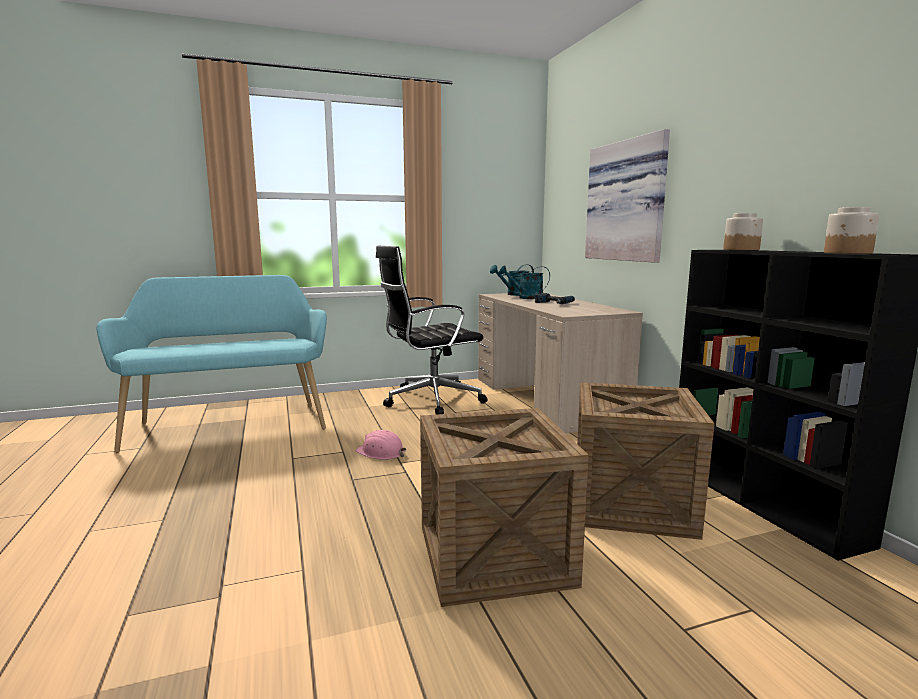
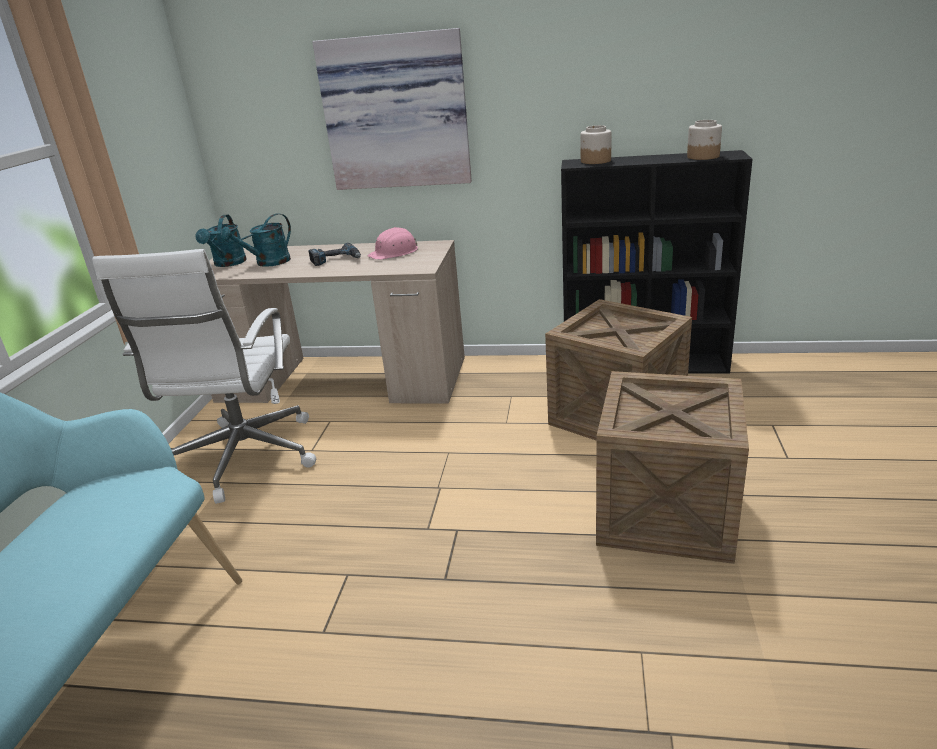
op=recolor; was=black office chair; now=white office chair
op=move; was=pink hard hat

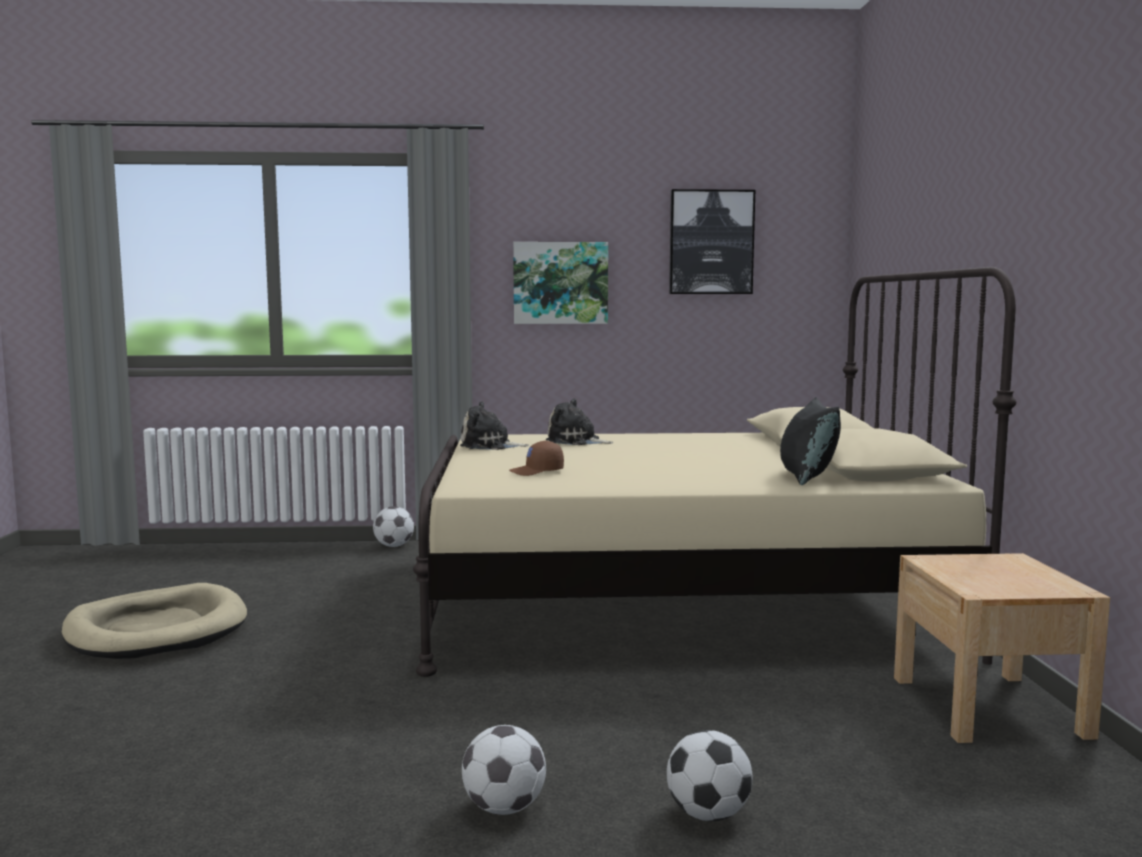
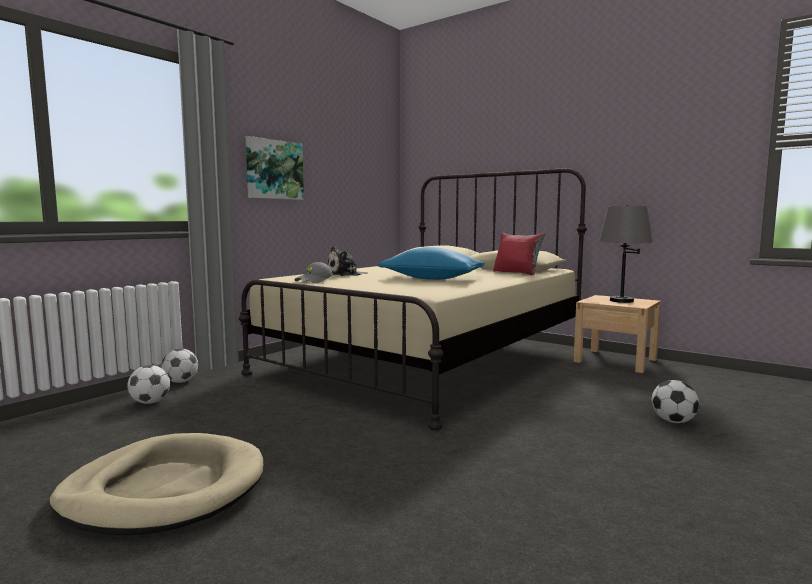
op=delete; was=picture (2nd from left)
op=recolor; was=black pillow; now=red pillow
op=replace; was=plush toy (1st from left); now=grey cap
op=delete; was=brown cap
op=move; was=football (2nd from left in the first image); now=football (1st from left)
op=insert; now=grey table lamp
op=insert; now=blue pillow

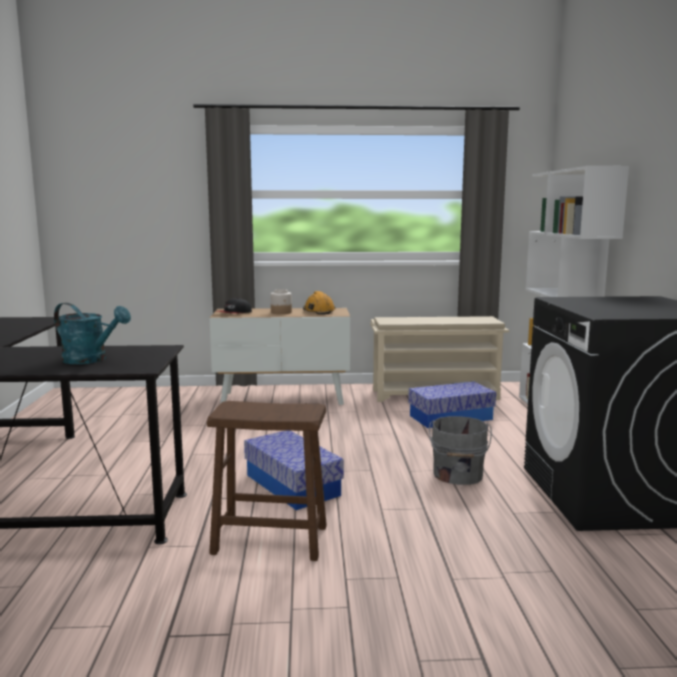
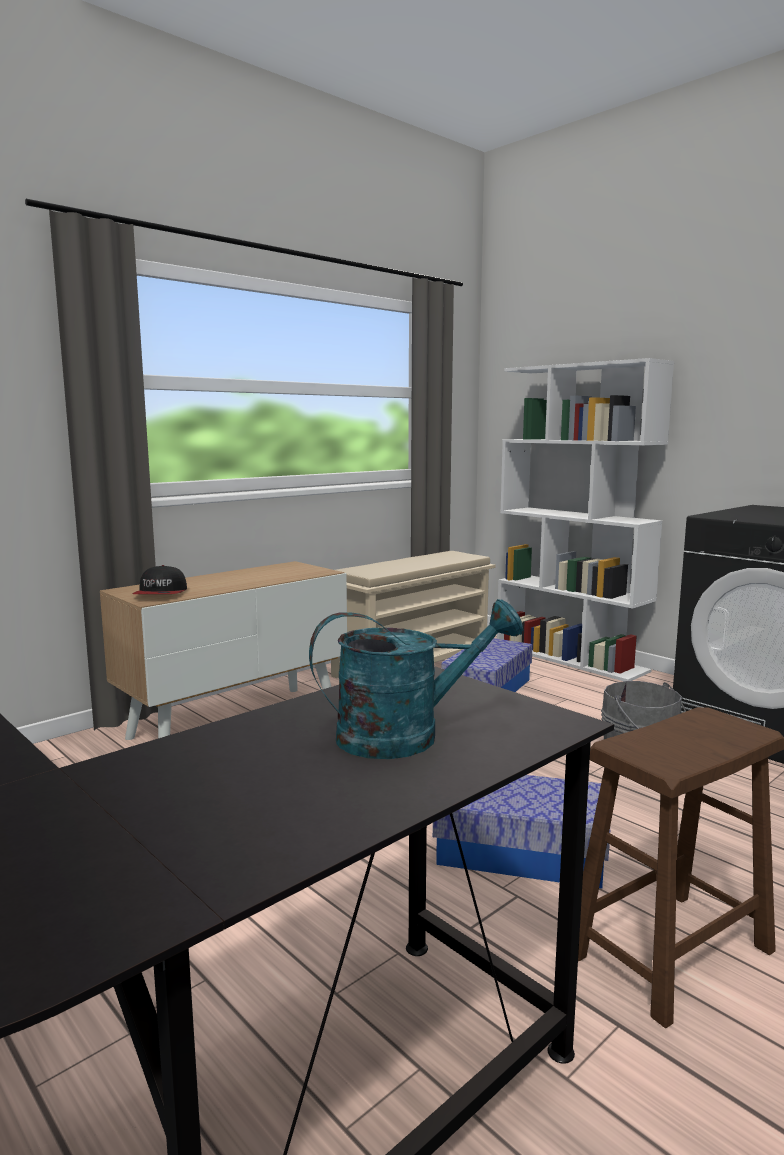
op=delete; was=jar
op=delete; was=orange hard hat

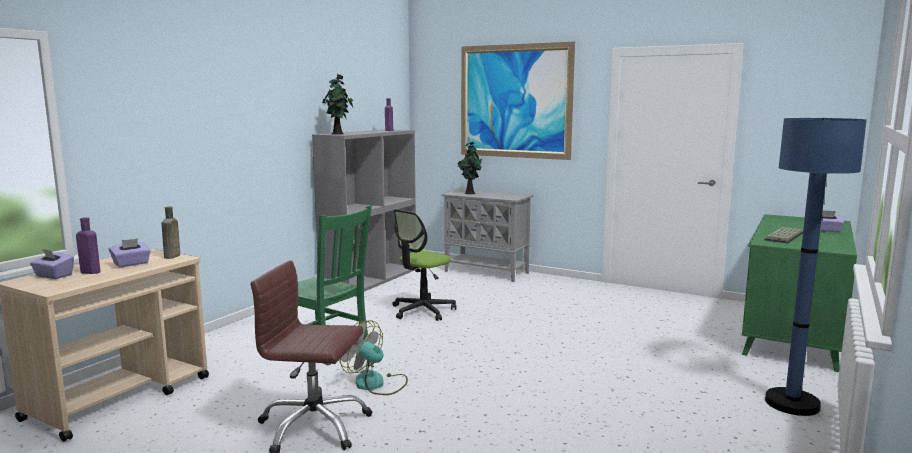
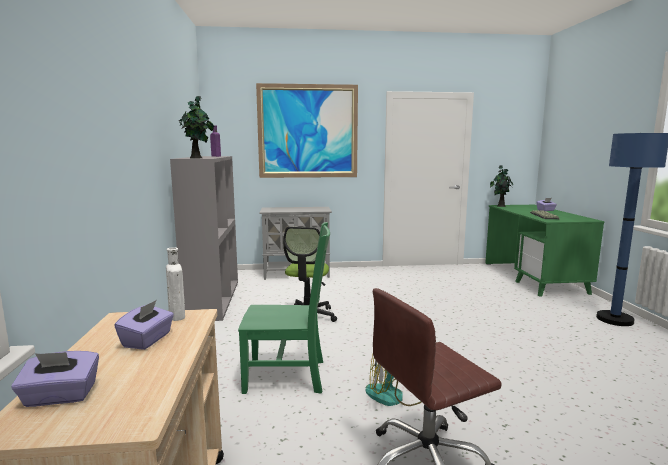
op=move; was=potted plant (2nd from left)
op=recolor; was=brown bottle; now=white bottle
op=delete; was=purple bottle (1st from left)

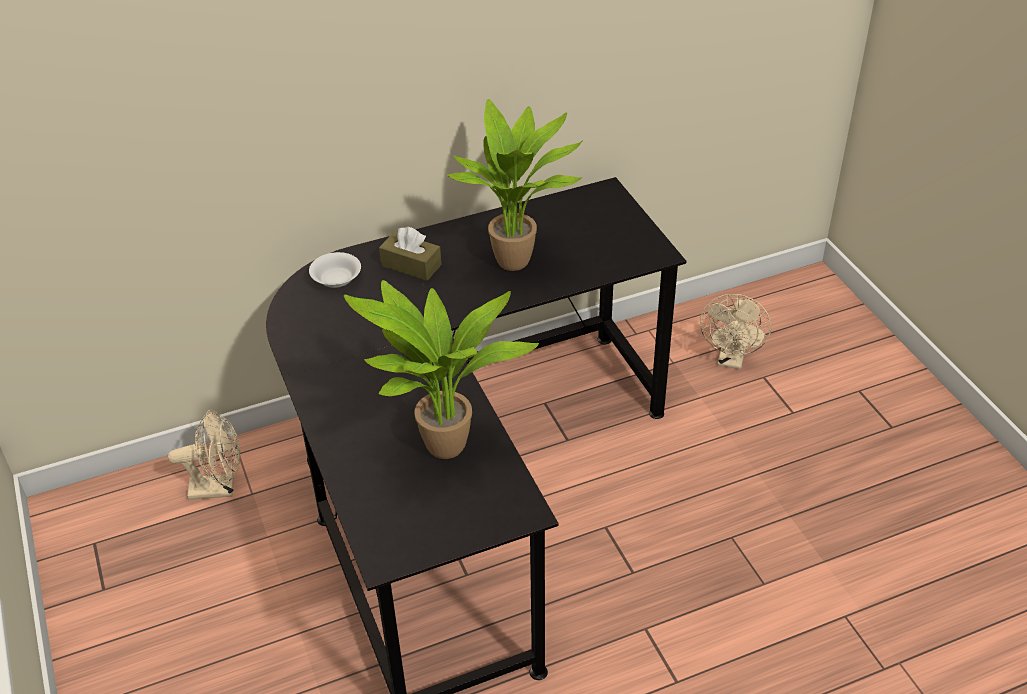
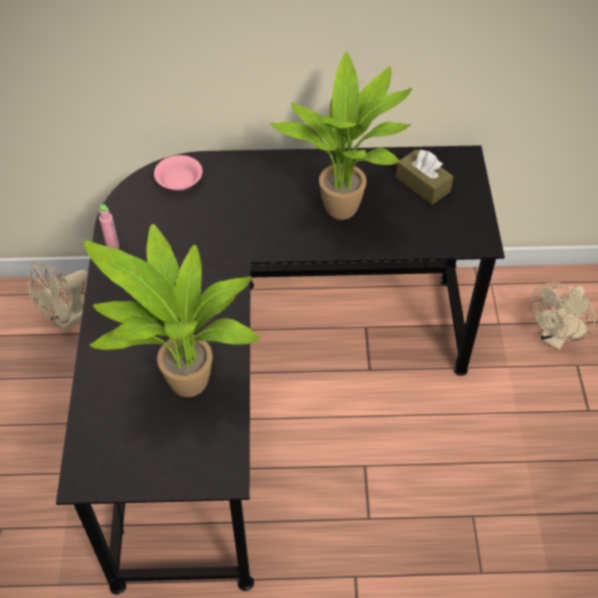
op=move; was=brown tissue box
op=recolor; was=white bowl; now=pink bowl
op=rotate; was=beige fan (1st from left); clockwise=120
op=insert; now=pink bottle

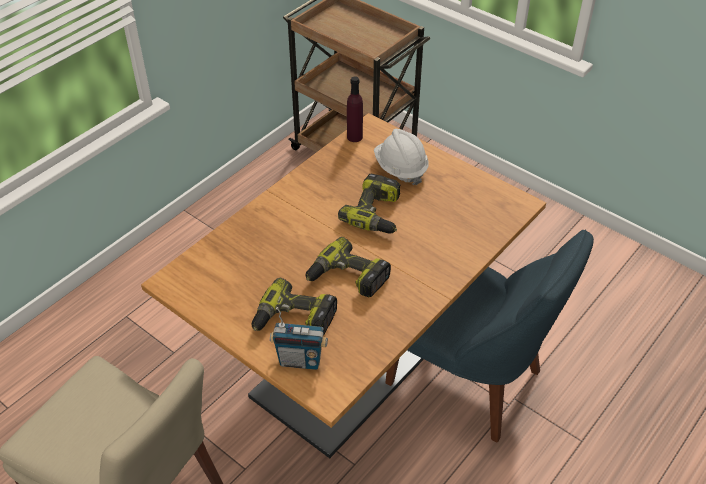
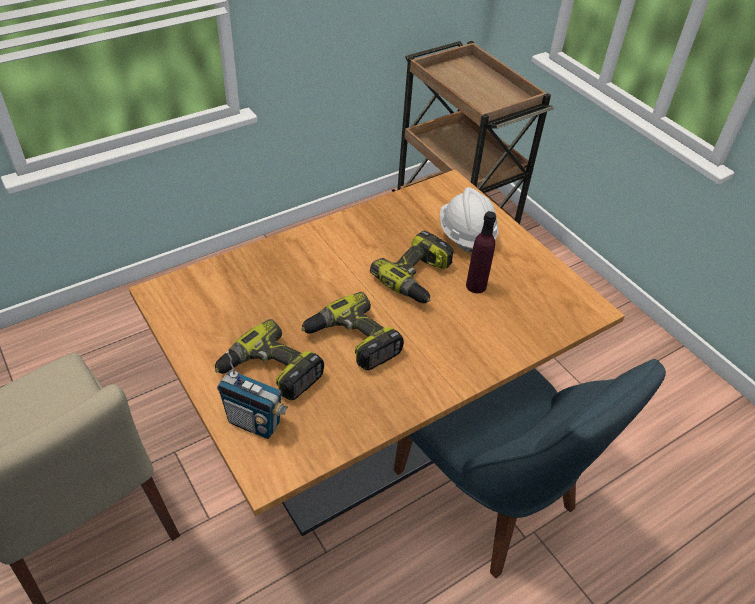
op=move; was=purple bottle

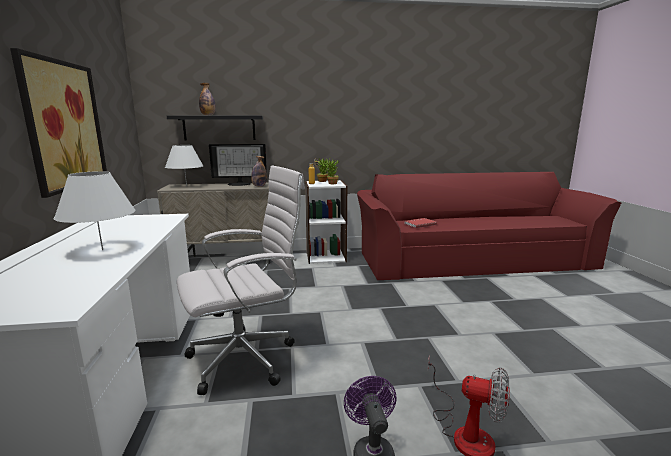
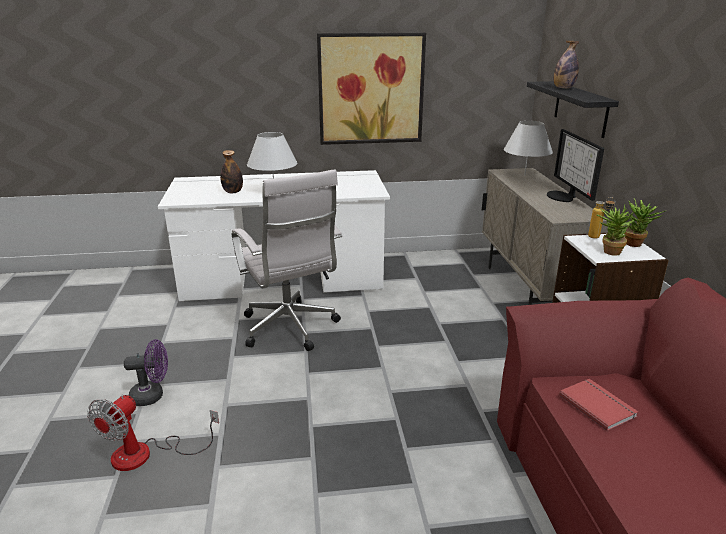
op=move; was=bottle (2nd from left in the first image); now=bottle (1st from left)

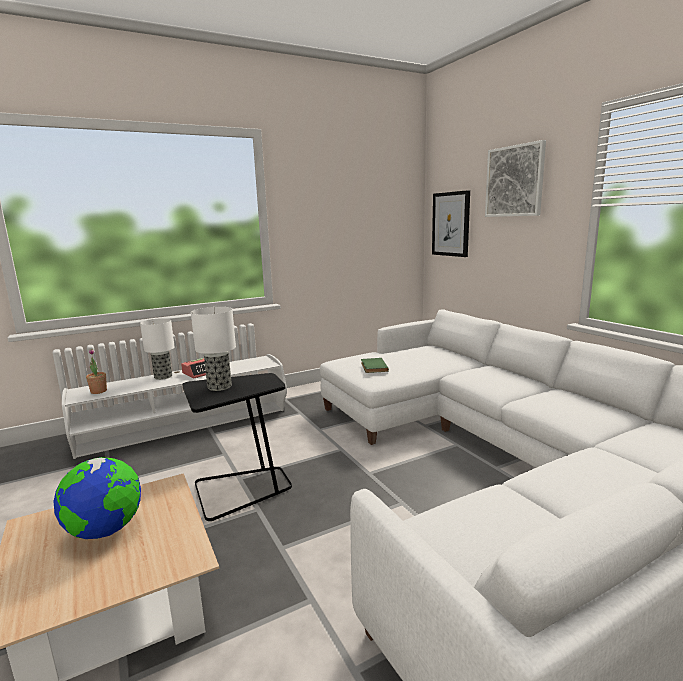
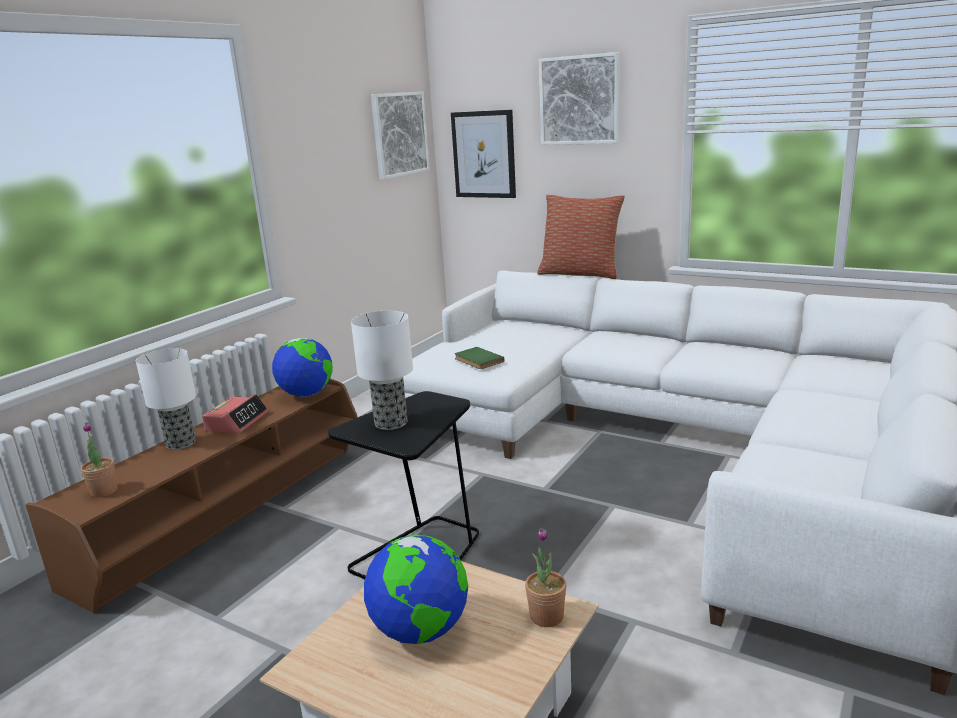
op=recolor; was=white tv stand; now=brown tv stand
op=insert; now=picture (1st from left)
op=insert; now=pillow
op=insert; now=globe (1st from left)
op=insert; now=potted plant (2nd from left)

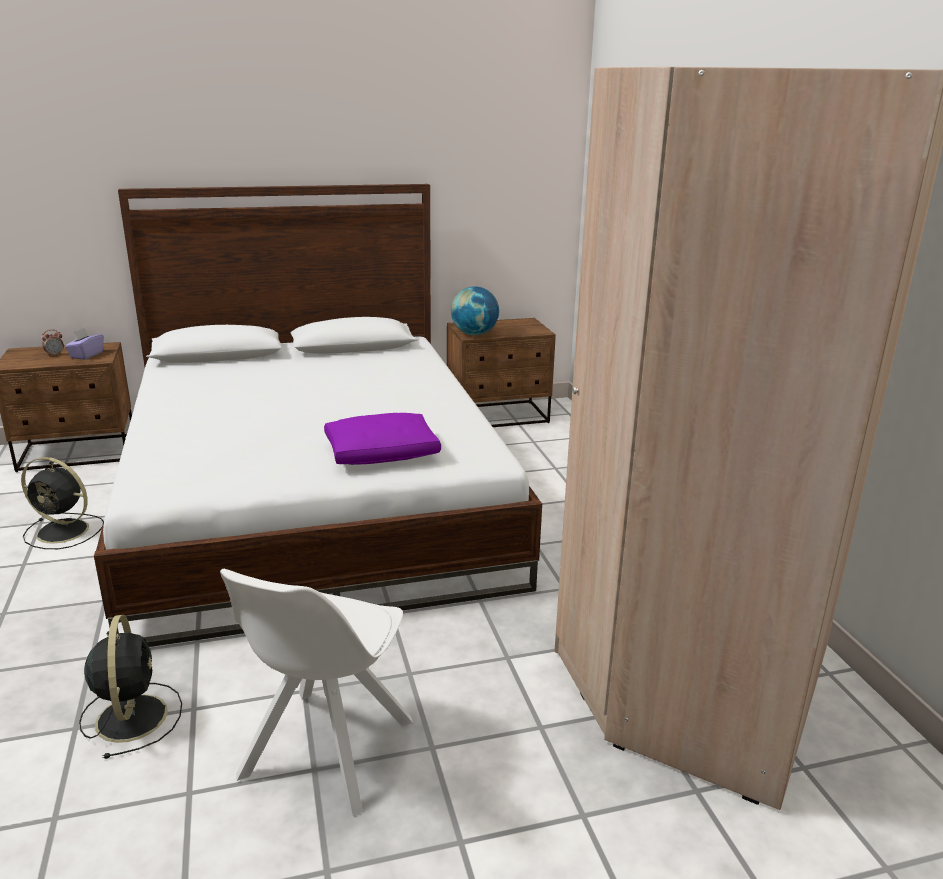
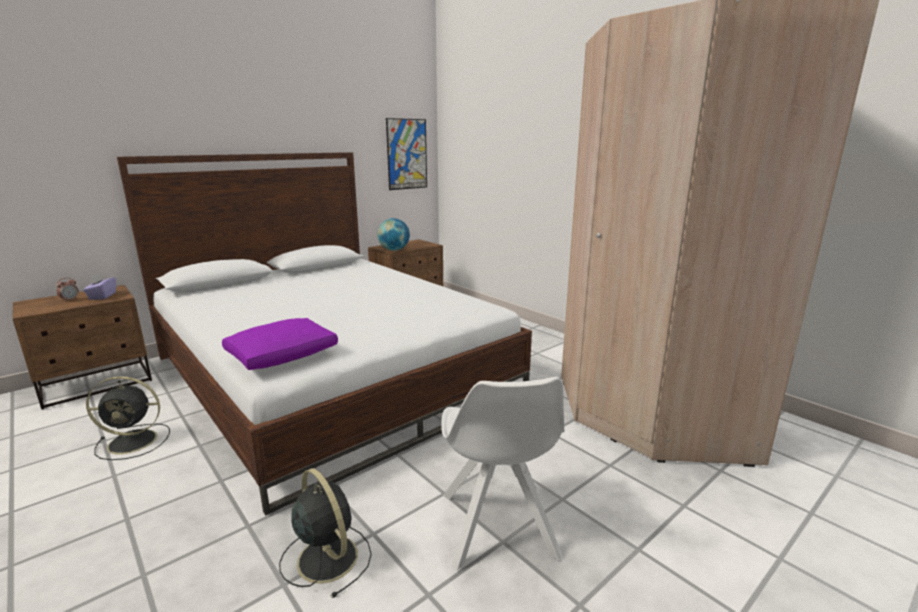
op=move; was=purple pillow
op=insert; now=picture

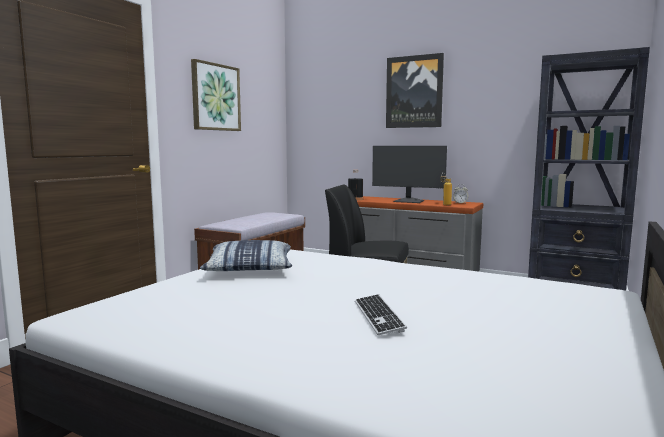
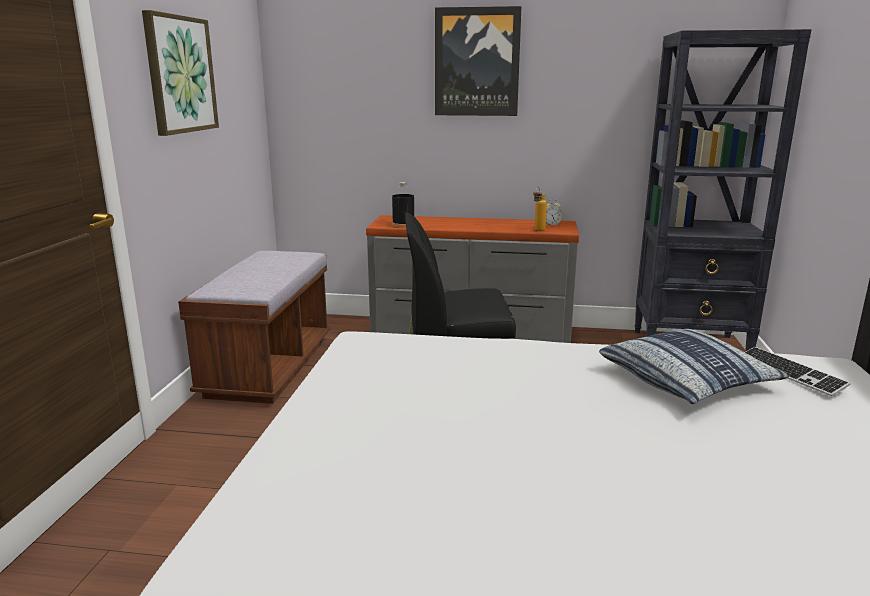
op=delete; was=monitor
op=move; was=pillow
op=move; was=keyboard

